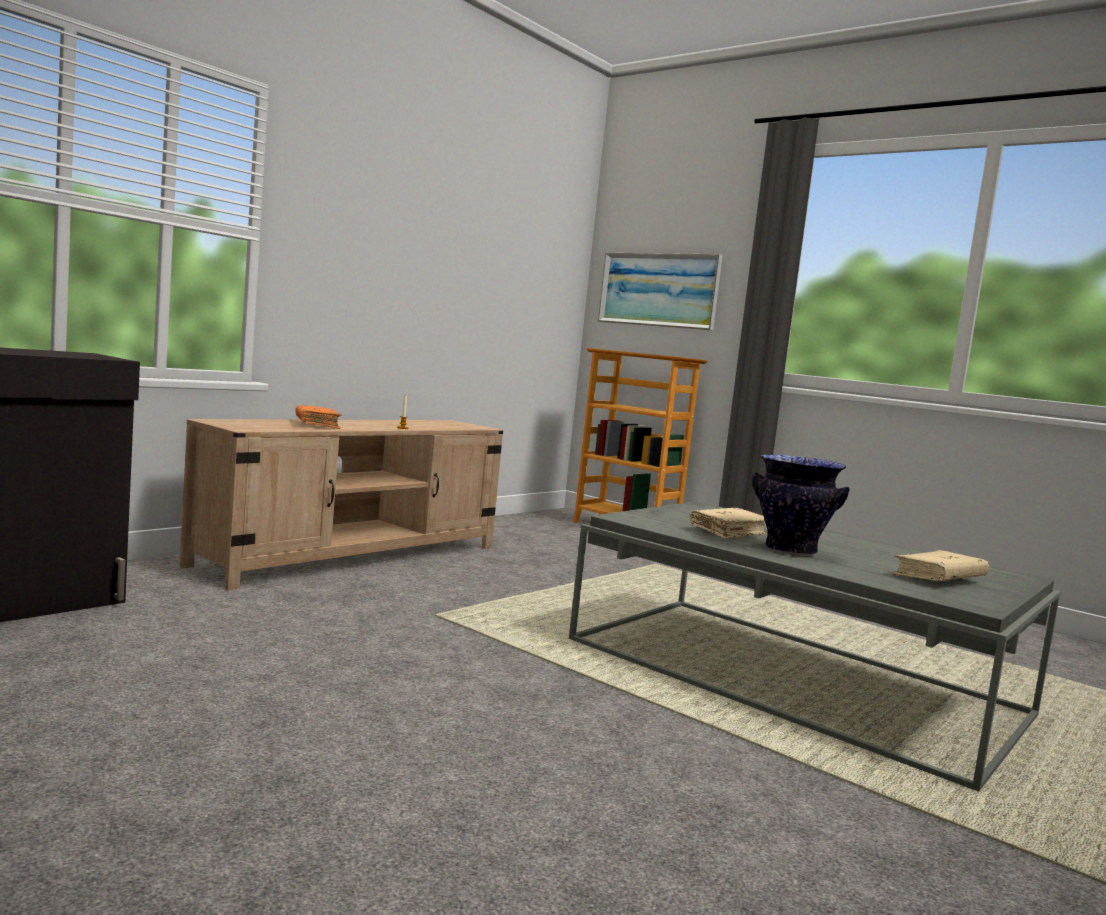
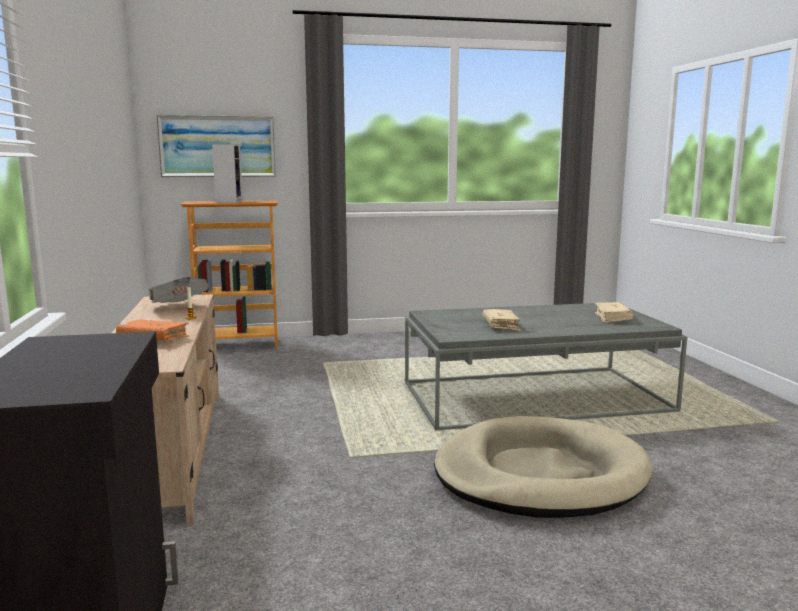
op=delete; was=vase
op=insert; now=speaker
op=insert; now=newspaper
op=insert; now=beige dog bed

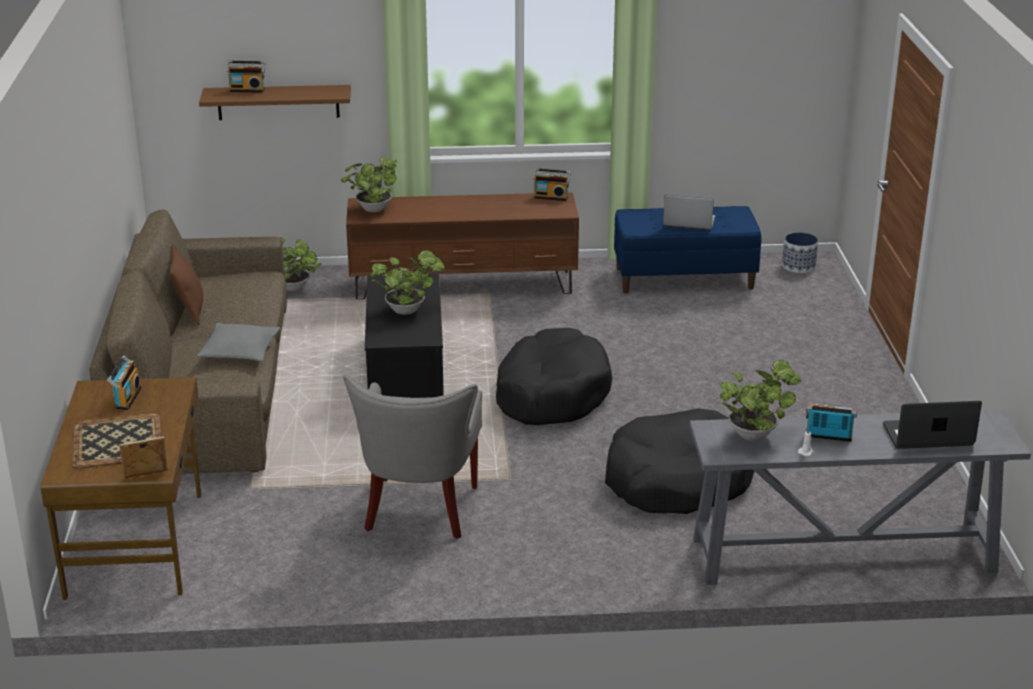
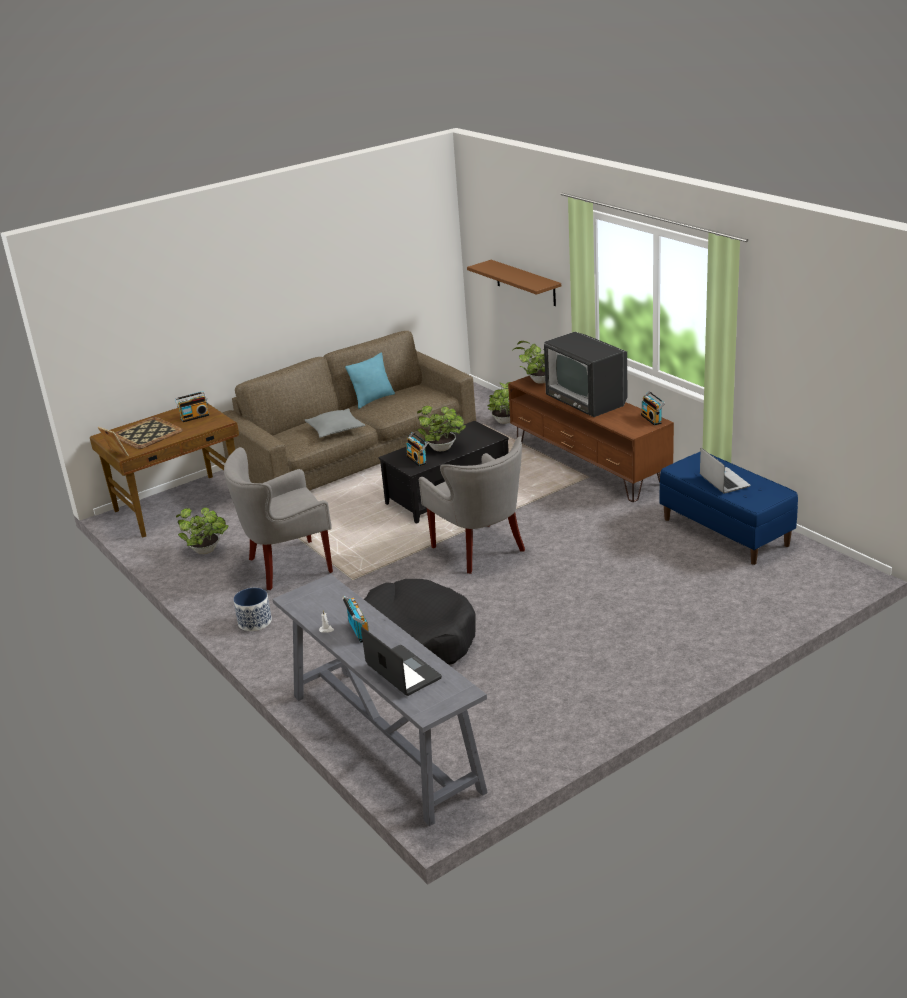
op=move; was=radio (2nd from left in the first image); now=radio (3rd from left)
op=move; was=planter
op=recolor; was=brown pillow; now=turquoise pillow
op=replace; was=black dog bed (1st from left); now=grey armchair (2nd from left)
op=move; was=potted plant (4th from left in the first image); now=potted plant (1st from left)
op=insert; now=television

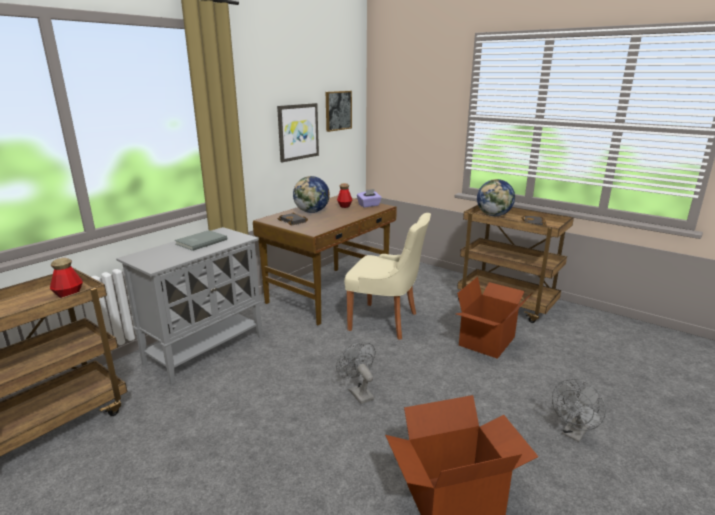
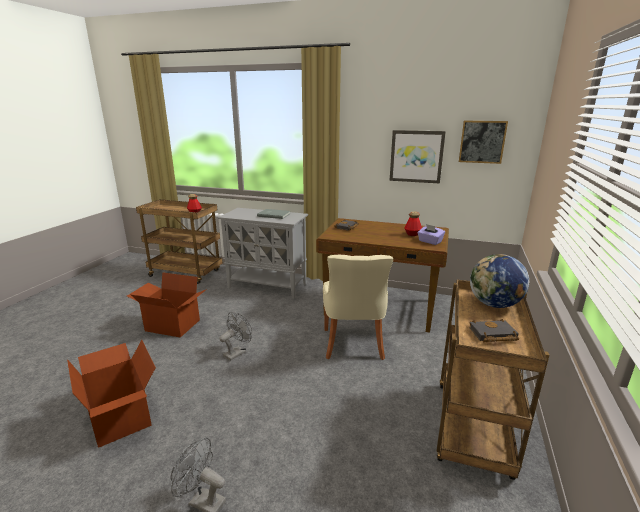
op=delete; was=globe (1st from left)
op=move; was=cardboard box (2nd from left)

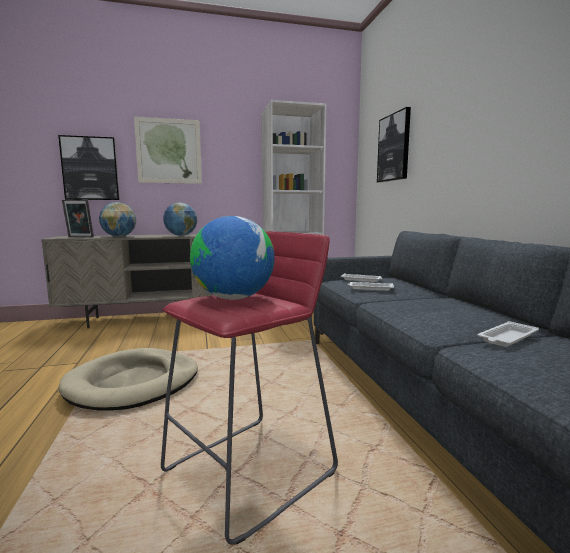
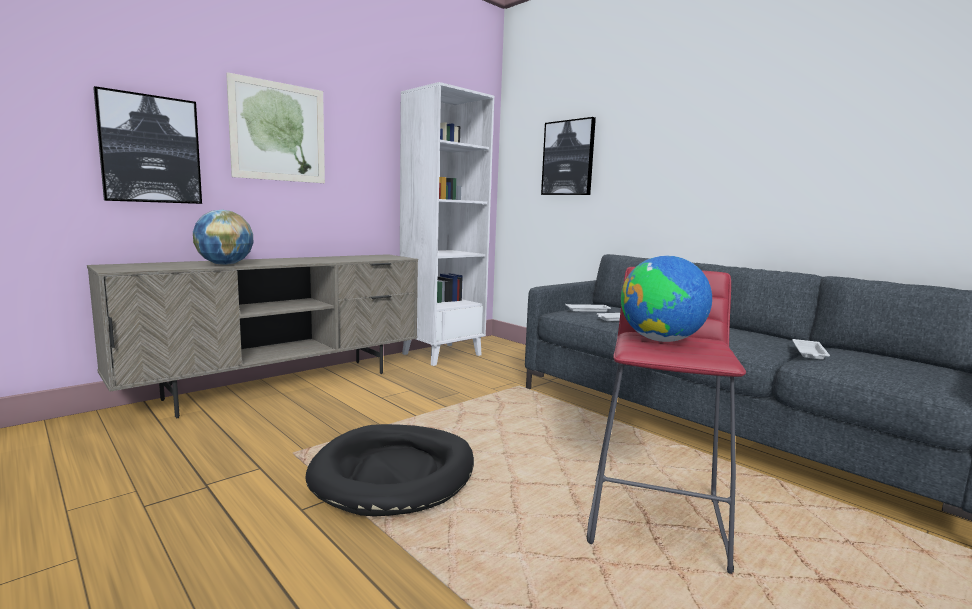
op=delete; was=picture frame
op=delete; was=globe (2nd from left)
op=recolor; was=beige dog bed; now=black dog bed

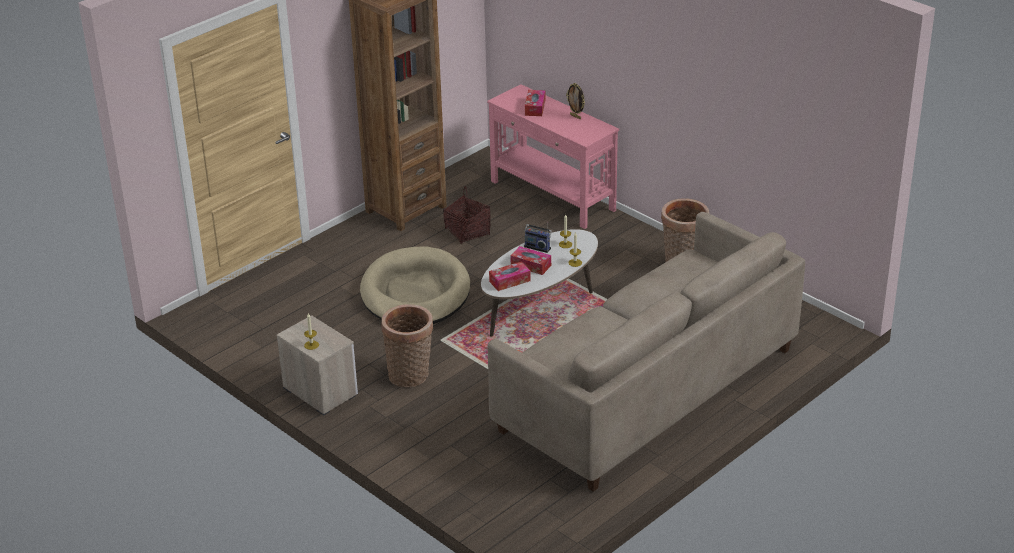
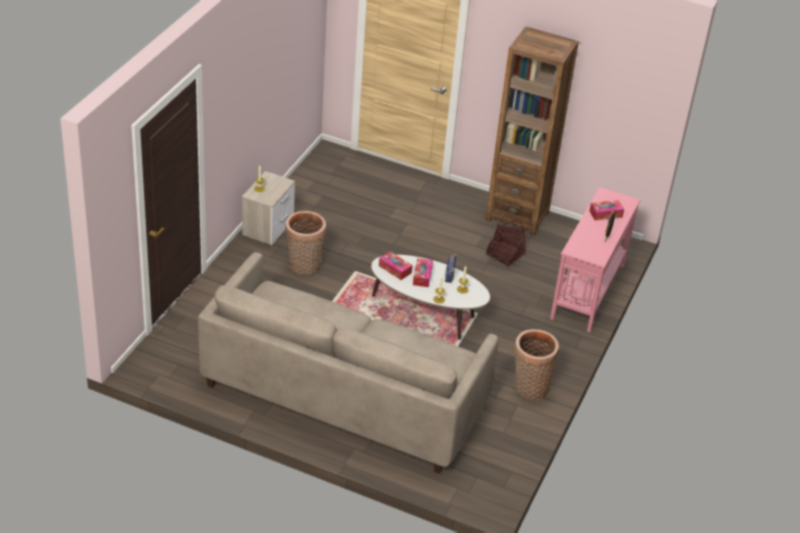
op=delete; was=beige dog bed

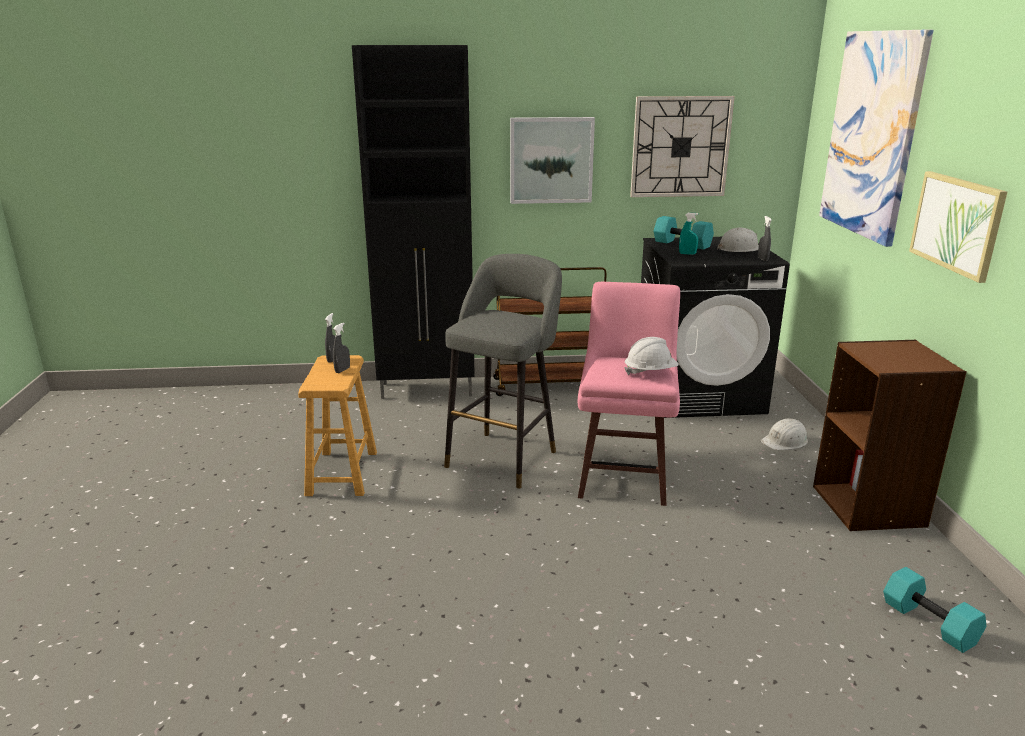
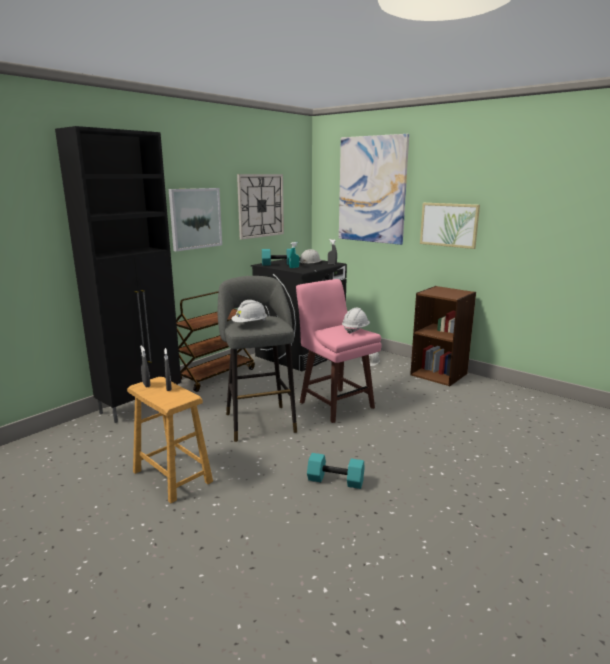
op=move; was=turquoise dumbbell (2nd from left)
op=insert; now=white hard hat (1st from left)

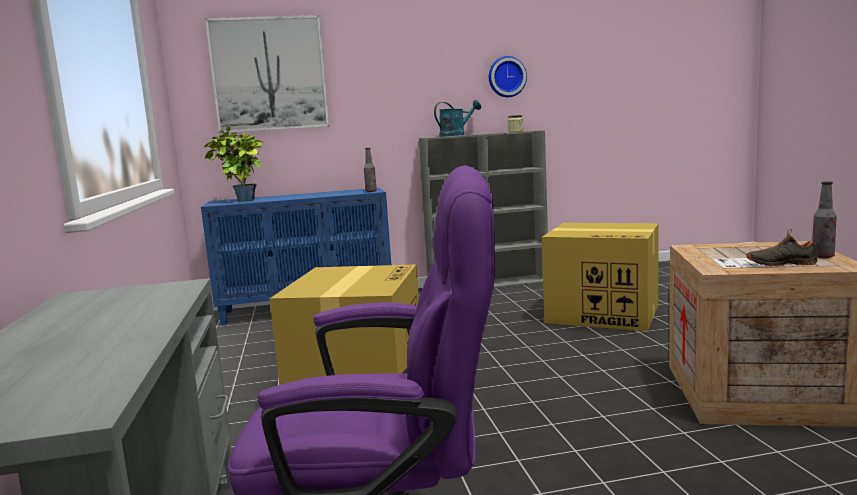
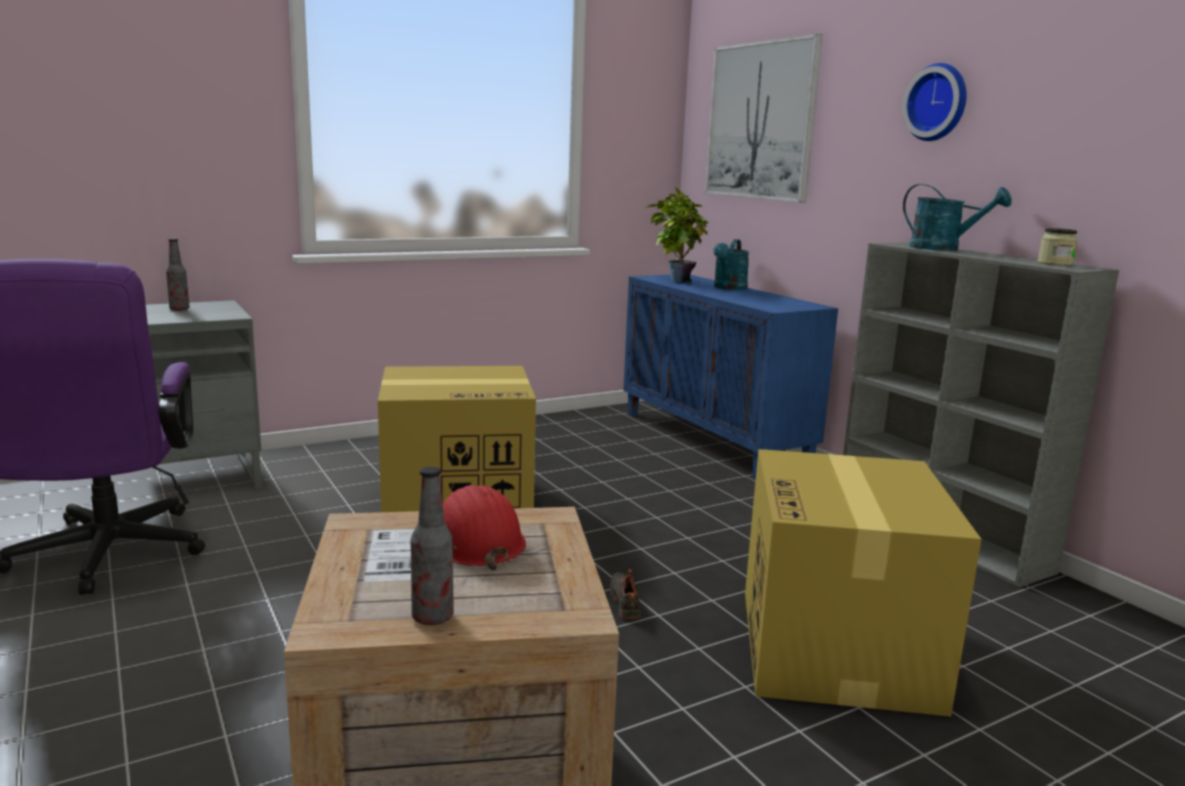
op=move; was=wall clock
op=move; was=bottle (1st from left)
op=move; was=black shoe
op=insert; now=turquoise watering can (1st from left)
op=insert; now=red hard hat

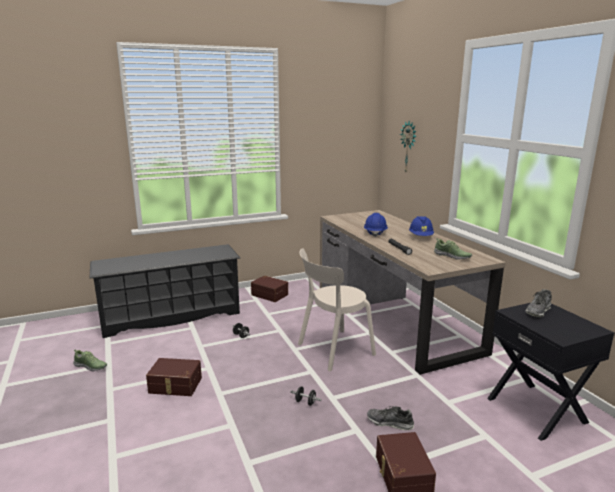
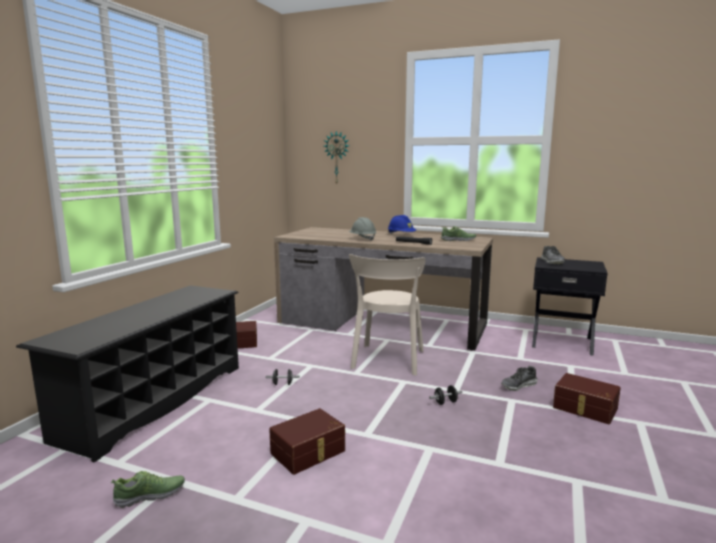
op=recolor; was=blue hard hat (1st from left); now=grey hard hat

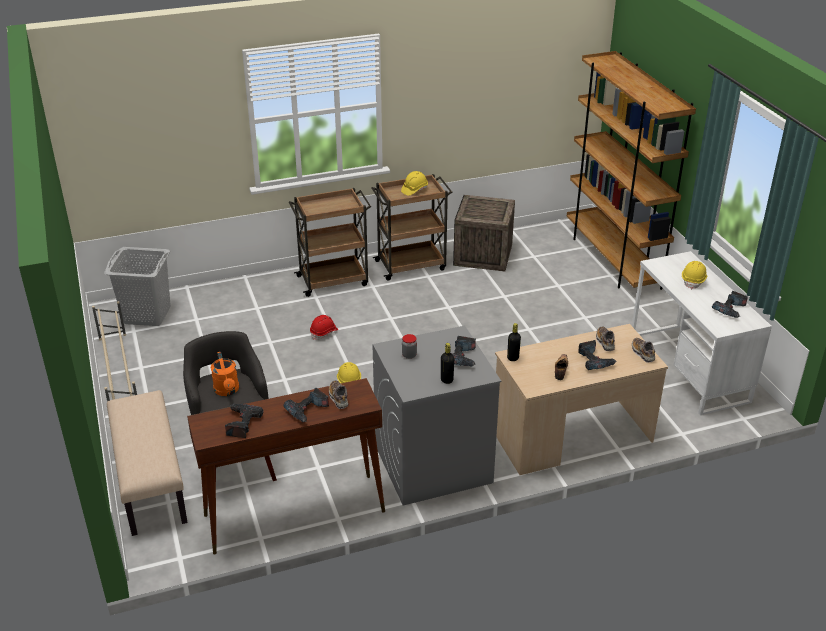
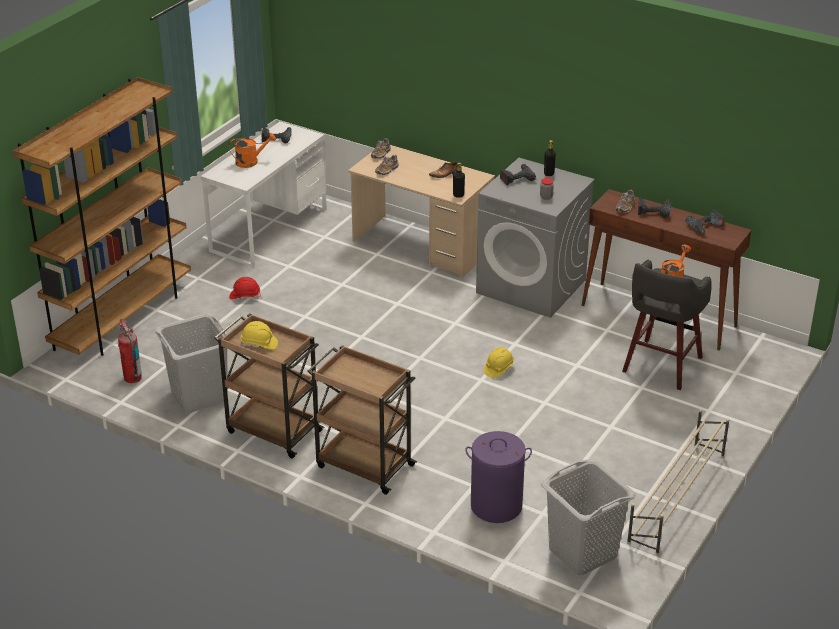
op=replace; was=crate; now=grey laundry basket (1st from left)
op=replace; was=yellow hard hat (3rd from left); now=orange watering can (1st from left)
op=move; was=red hard hat
op=delete; was=power drill (4th from left)
op=delete; was=beige bench
op=insert; now=fire extinguisher
op=insert; now=purple laundry basket

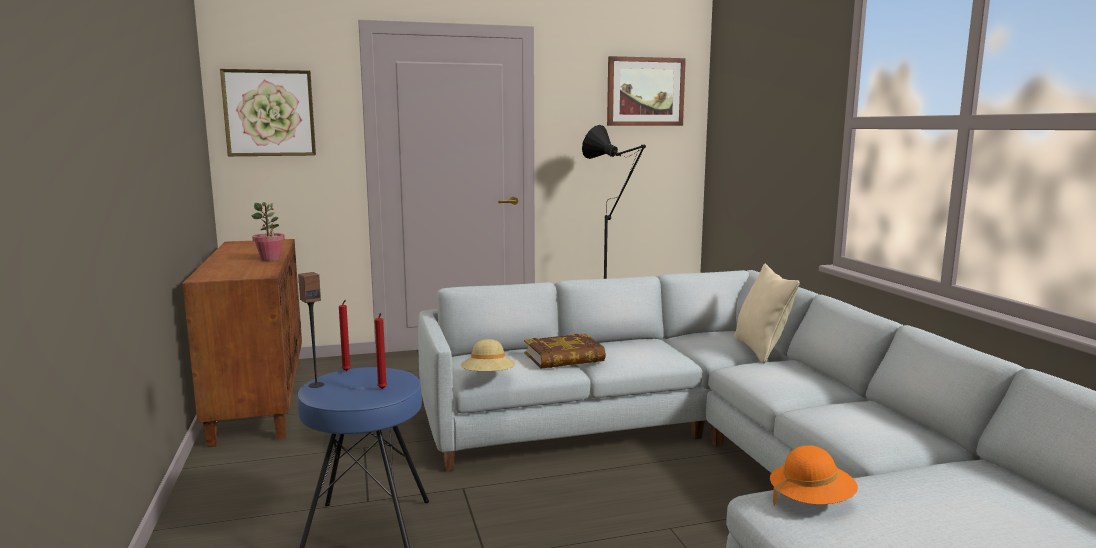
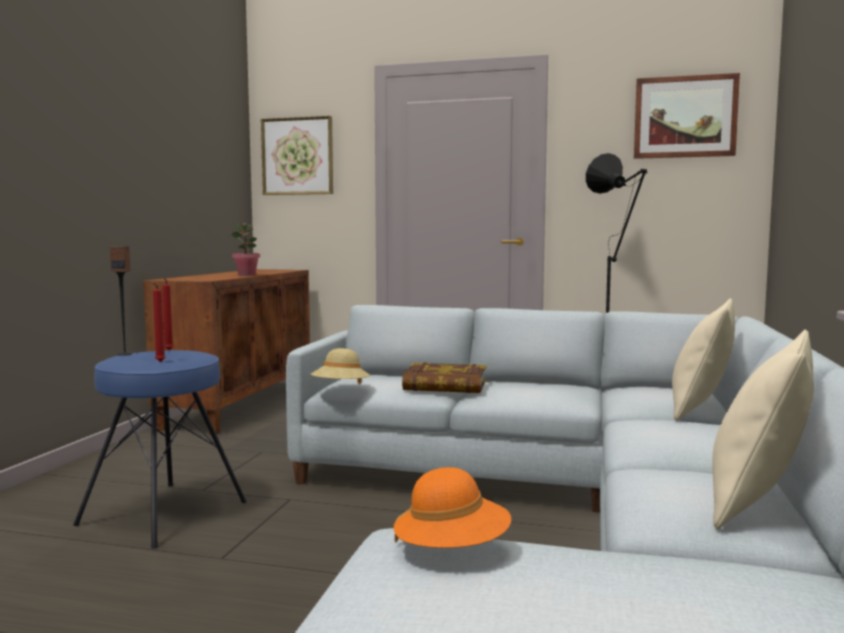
op=insert; now=beige pillow (2nd from left)

